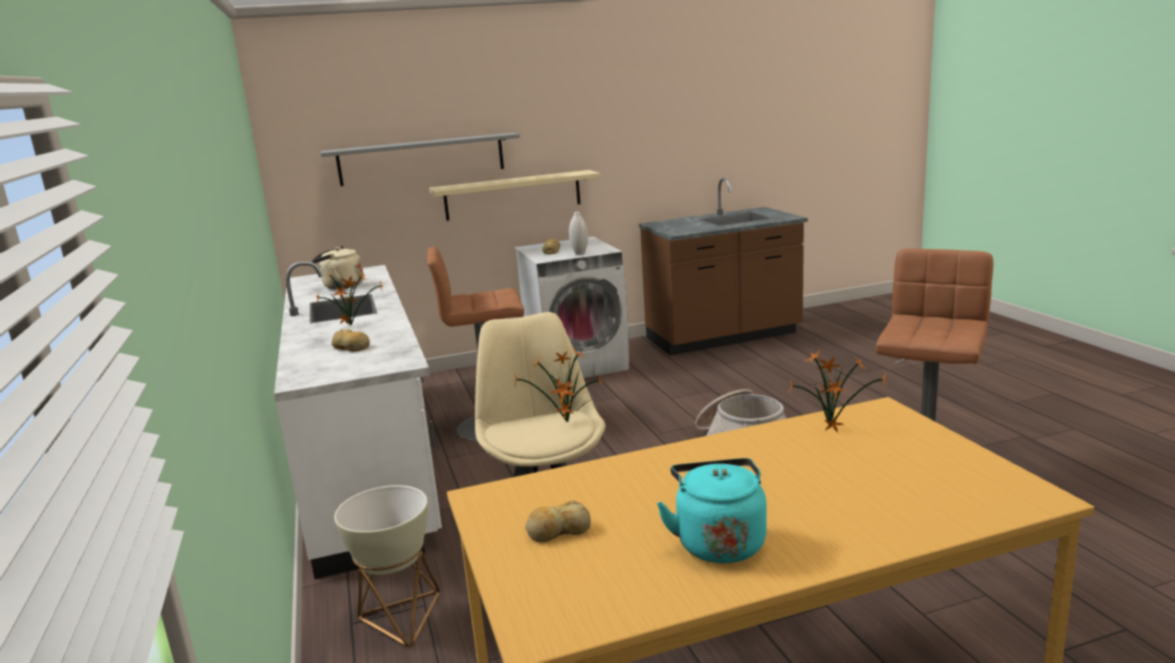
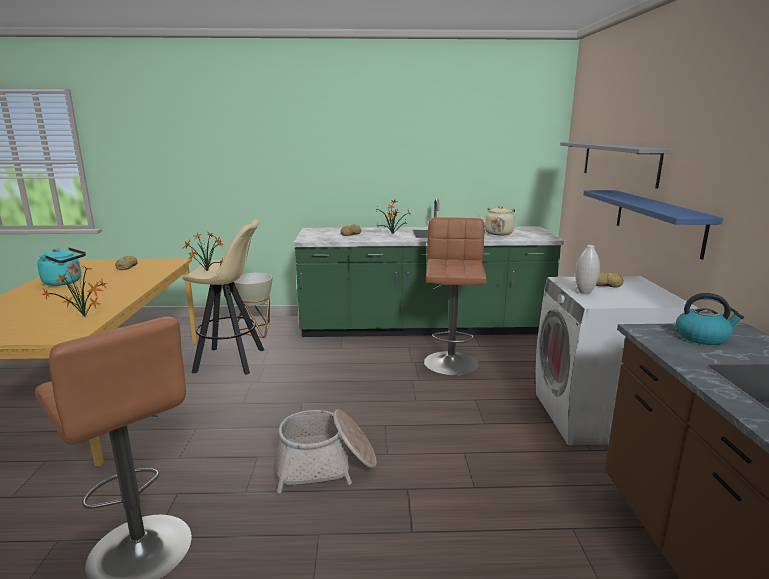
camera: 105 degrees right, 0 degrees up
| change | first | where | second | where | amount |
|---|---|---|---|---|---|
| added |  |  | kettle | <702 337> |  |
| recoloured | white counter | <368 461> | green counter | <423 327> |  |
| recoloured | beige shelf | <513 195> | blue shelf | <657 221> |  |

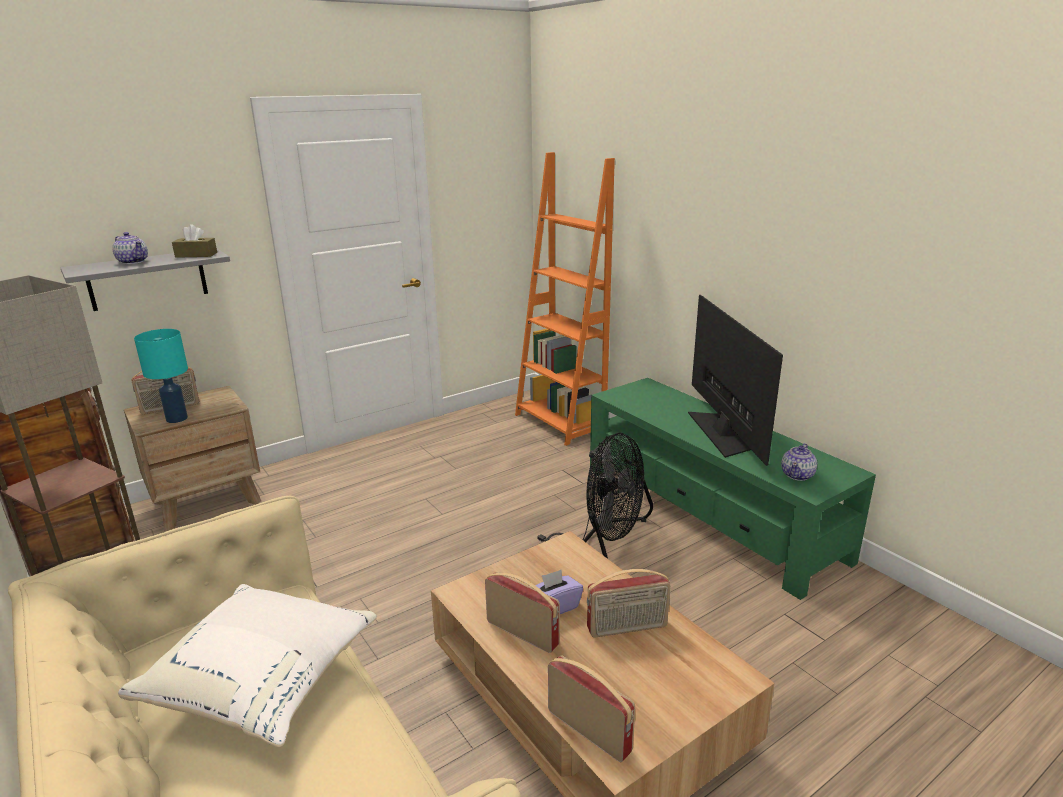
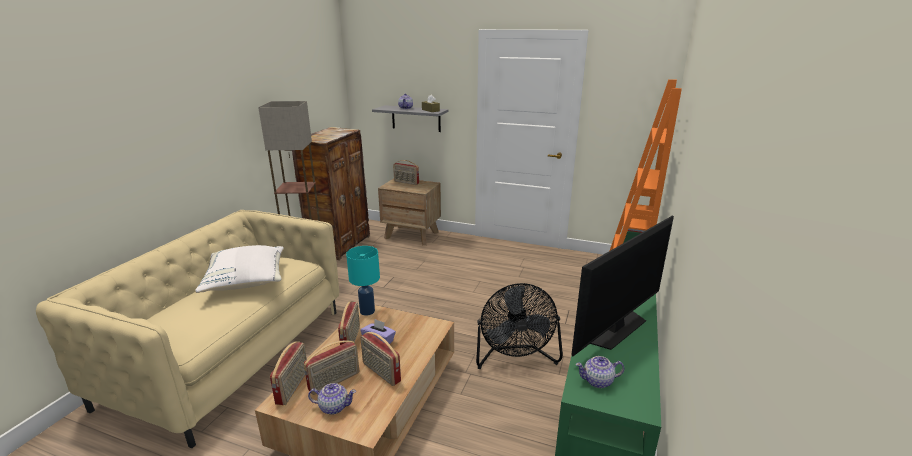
camera: 55 degrees right, 0 degrees up
| change | first | where | second | where | amount |
|---|---|---|---|---|---|
| added |  |  | radio | <334 381> |  |
| added |  |  | teapot | <333 407> |  |
| moved | turquoise table lamp | <176 419> |  | <366 311> |  |

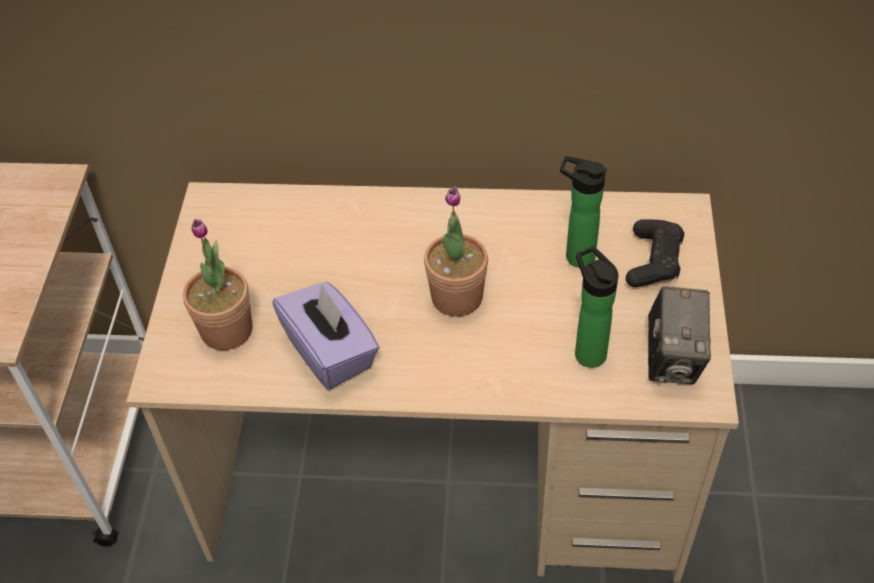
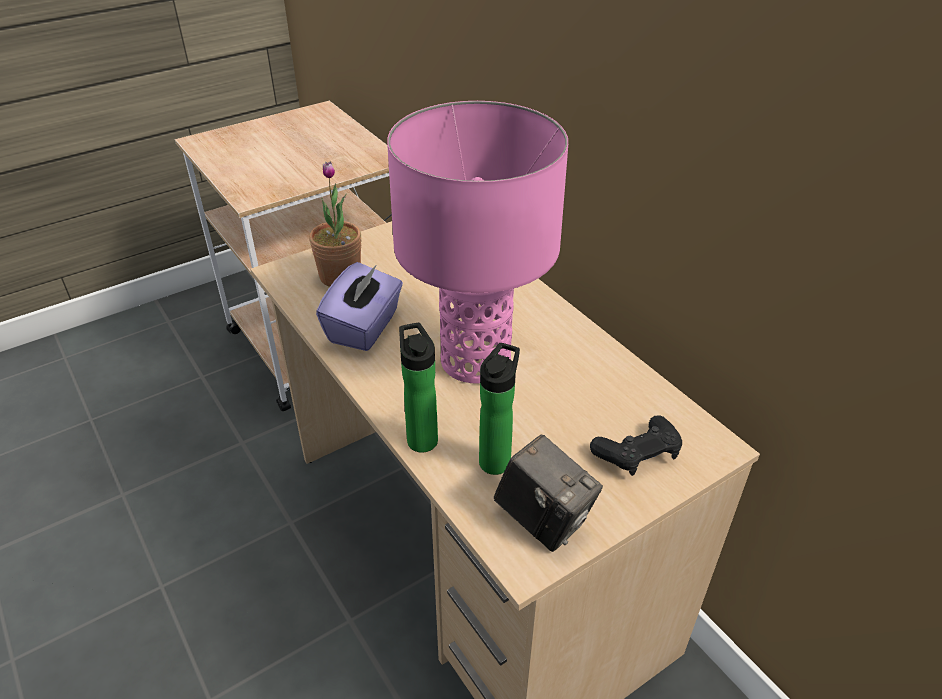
camera: 50 degrees right, 10 degrees down
| change | first | where | second | where | amount |
|---|---|---|---|---|---|
| moved | bottle | <575 256> |  | <421 437> |  |
| replaced | potted plant | <457 297> | pink table lamp | <475 361> |  |
| turned | photo camera | <673 359> |  | <543 519> | 105 degrees counterclockwise |

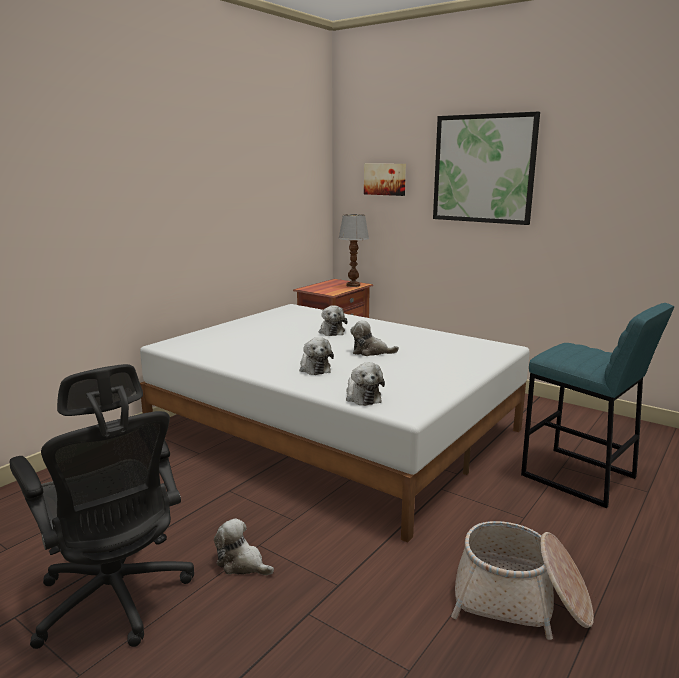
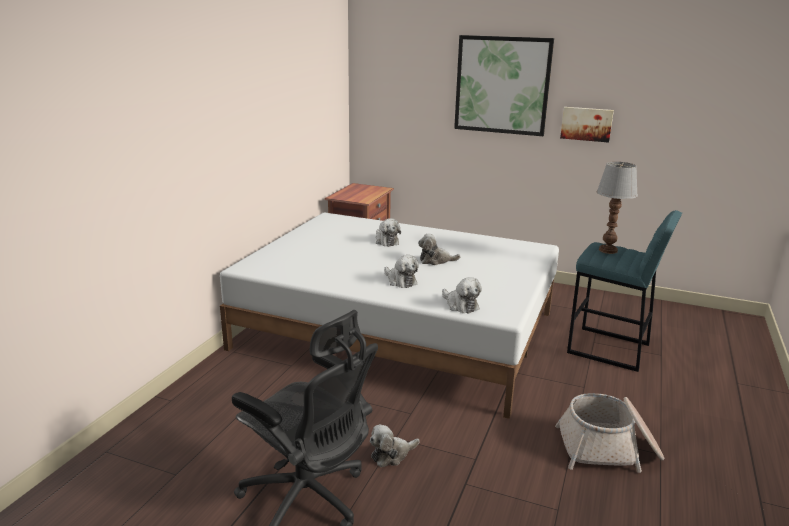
camera: 15 degrees left, 5 degrees up
| change | first | where | second | where | amount |
|---|---|---|---|---|---|
| moved | table lamp | <353 285> |  | <607 250> |  |
| moved | picture | <385 179> |  | <586 124> |  |
| turned | plush toy | <242 564> |  | <391 455> | 45 degrees counterclockwise |

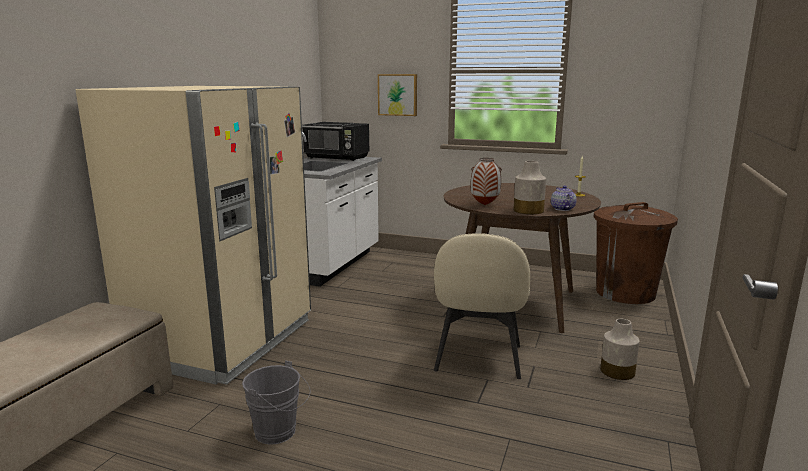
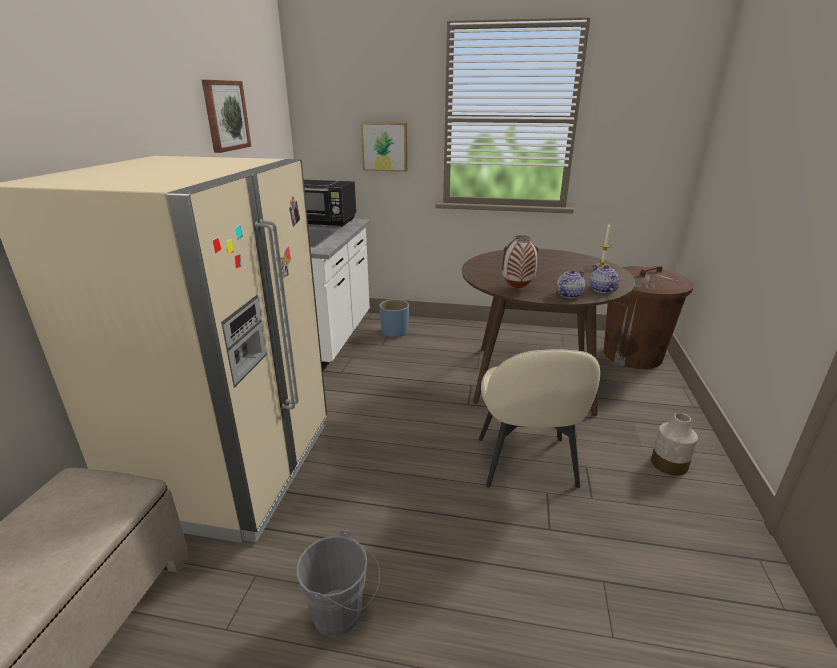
camera: 10 degrees left, 10 degrees up
| change | first | where | second | where | amount |
|---|---|---|---|---|---|
| added |  |  | picture | <225 115> |  |
| added |  |  | blue planter | <395 332> |  |
| replaced | beige vase | <528 210> | teapot | <568 295> |  |

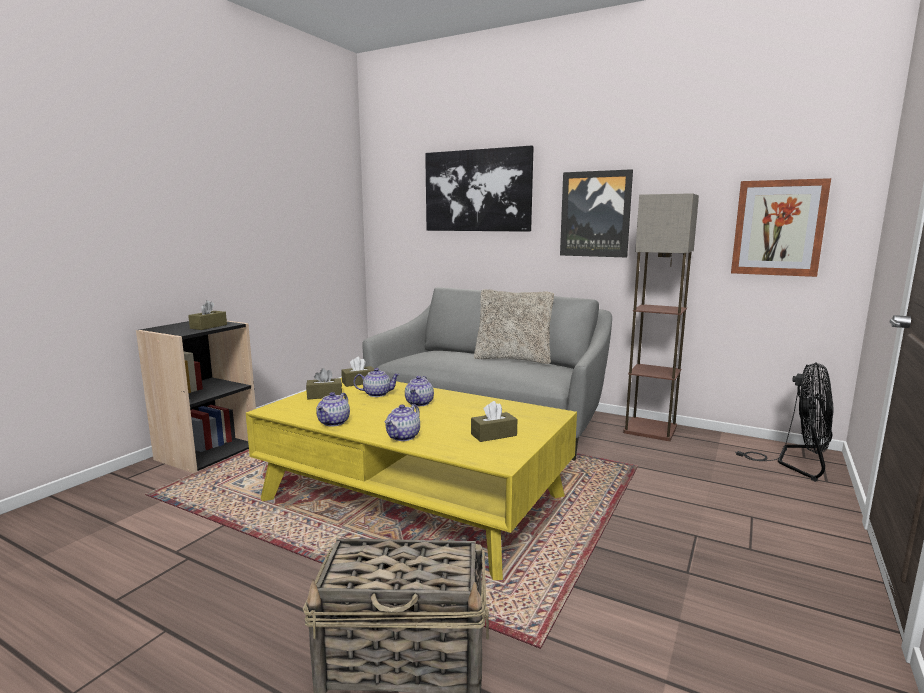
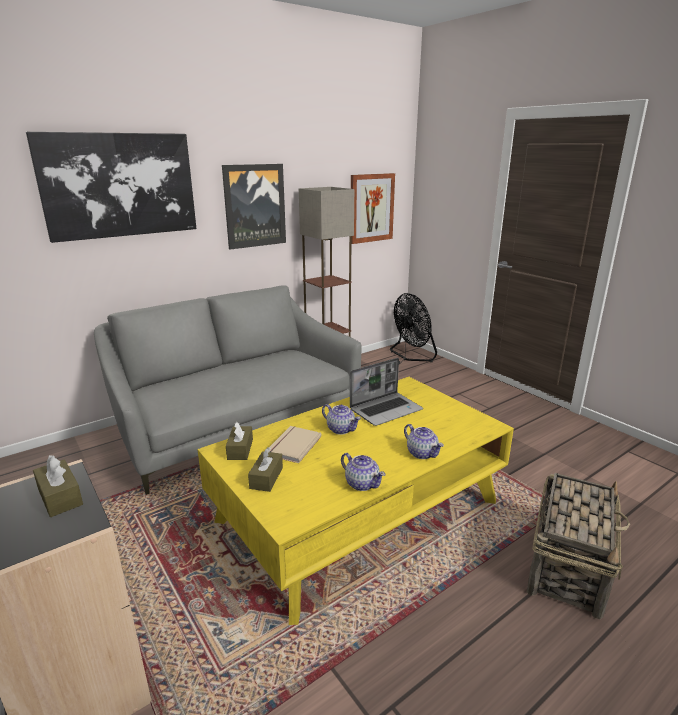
camera: 65 degrees left, 10 degrees up
| change | first | where | second | where | amount |
|---|---|---|---|---|---|
| removed | brown tissue box | <494 435> |  |  |  |
| removed | beige pillow | <513 358> |  |  |  |
| added |  |  | laptop | <386 409> |  |
| replaced | teapot | <377 394> | beige book | <292 445> |  |

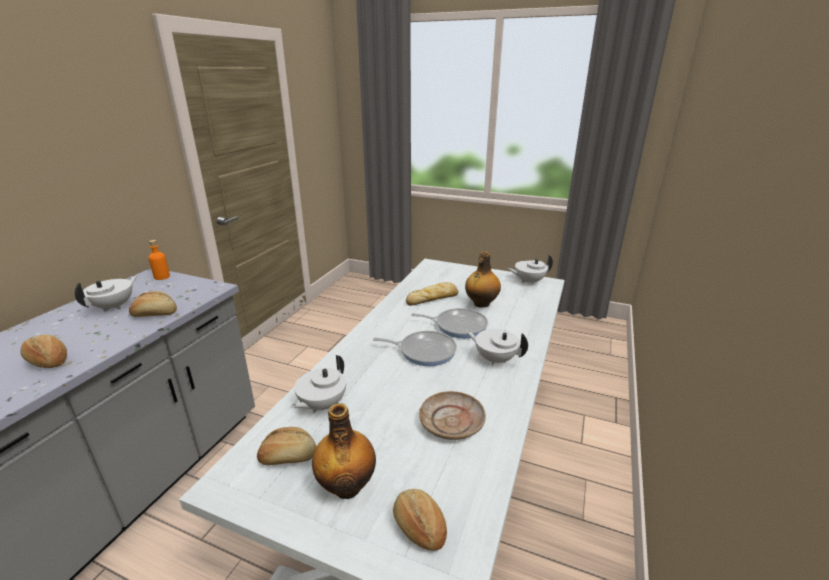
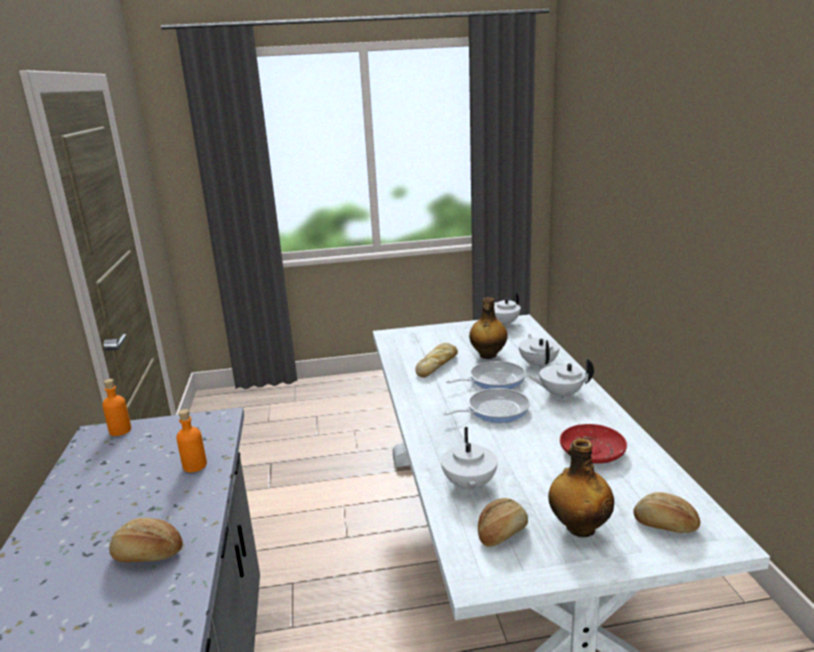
camera: 30 degrees left, 5 degrees down
| change | first | where | second | where | amount |
|---|---|---|---|---|---|
| moved | white teapot | <114 307> |  | <538 364> |  |
| replaced | bread | <155 314> | orange bottle | <194 465> |  |
| recoloured | beige plate | <452 422> | red plate | <592 451> |  |

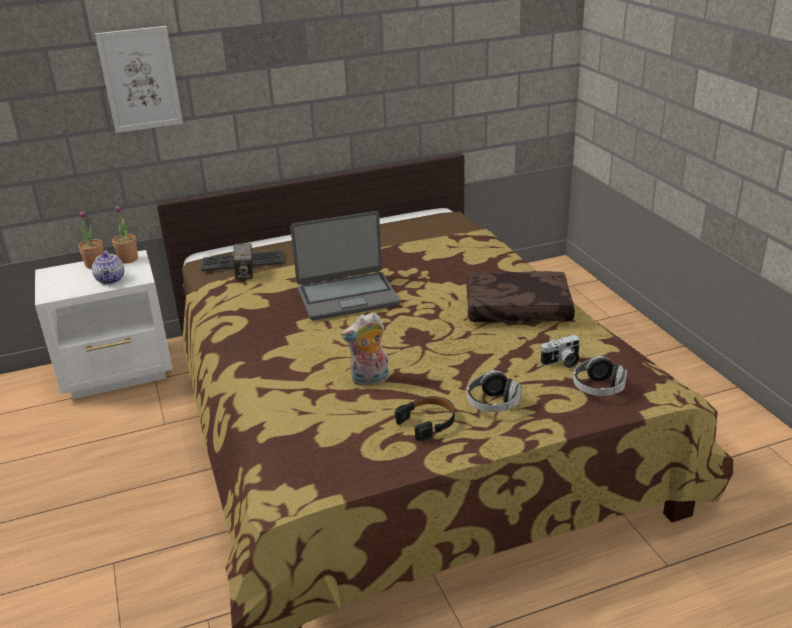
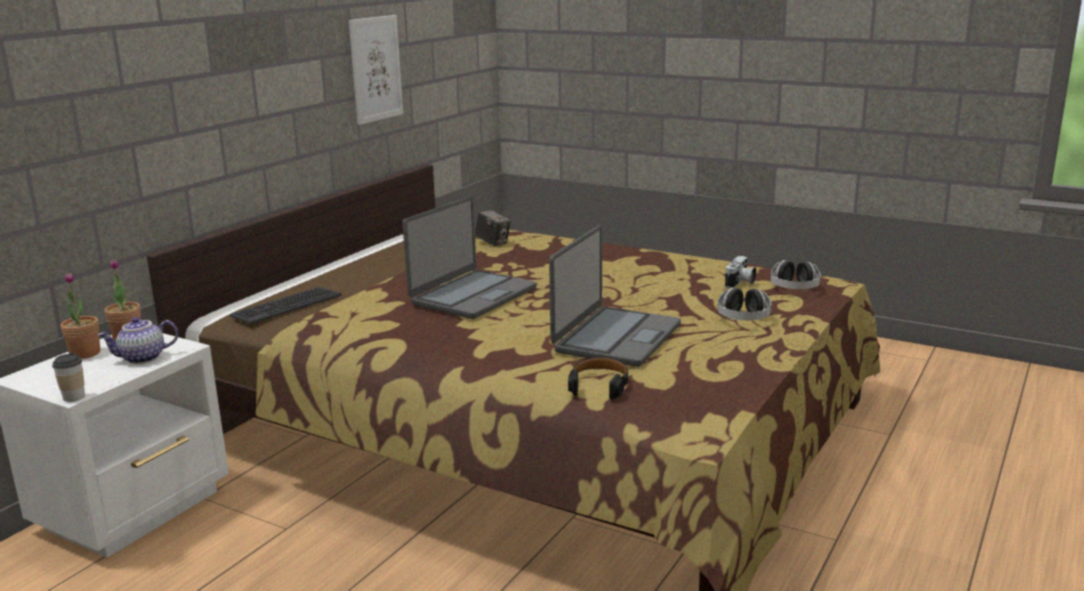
camera: 40 degrees left, 10 degrees down
| change | first | where | second | where | amount |
|---|---|---|---|---|---|
| removed | brown pillow | <517 310> |  |  |  |
| added |  |  | cup | <74 397> |  |
| moved | picture | <140 79> |  | <376 69> |  |
| moved | photo camera | <245 274> |  | <493 243> |  |
| moved | black headphones | <428 422> |  | <599 385> |  |
| replaced | plush toy | <369 380> | laptop | <616 338> |  |
| turned | teapot | <111 279> |  | <142 358> | 120 degrees clockwise |

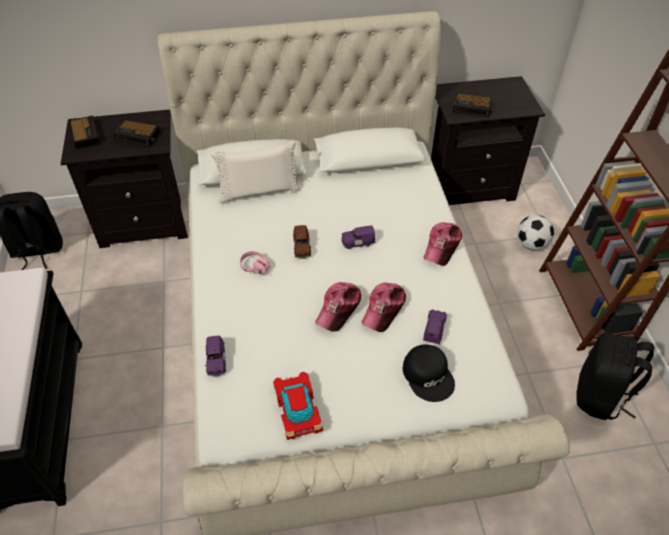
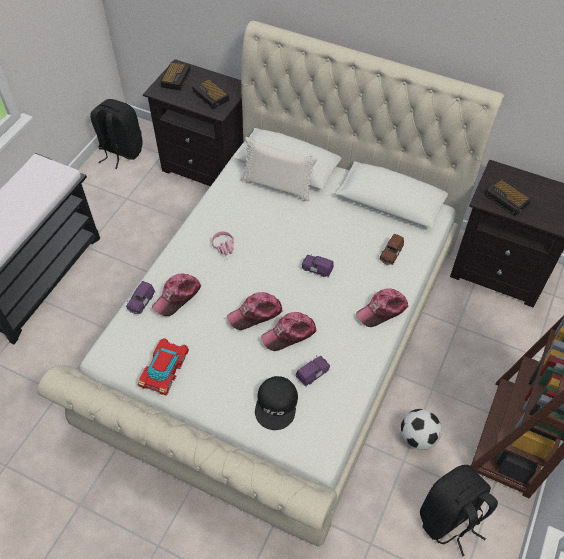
camera: 35 degrees right, 5 degrees up
| change | first | where | second | where | amount |
|---|---|---|---|---|---|
| added |  |  | cap | <177 297> |  |
| moved | brown toy car | <302 248> |  | <390 254> |  |
| moved | football | <531 244> |  | <418 437> |  |

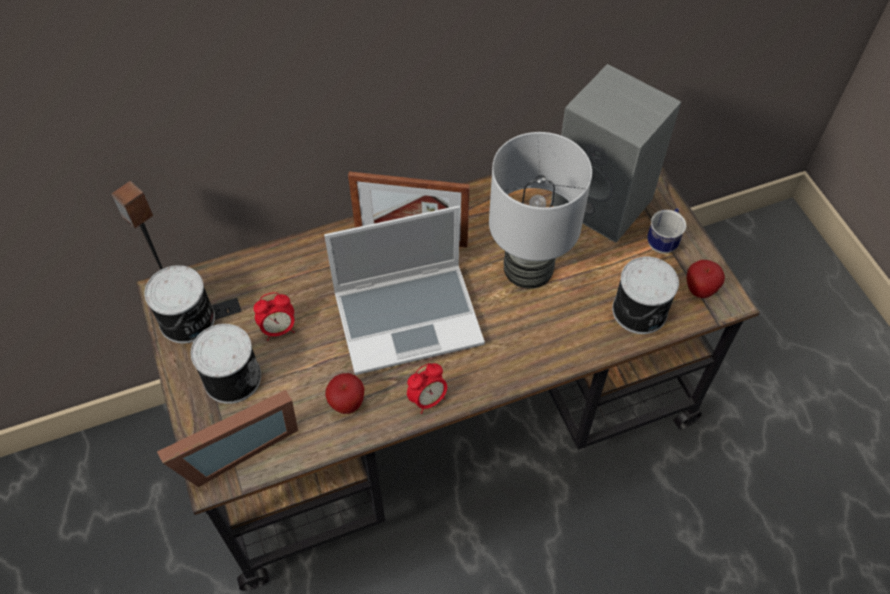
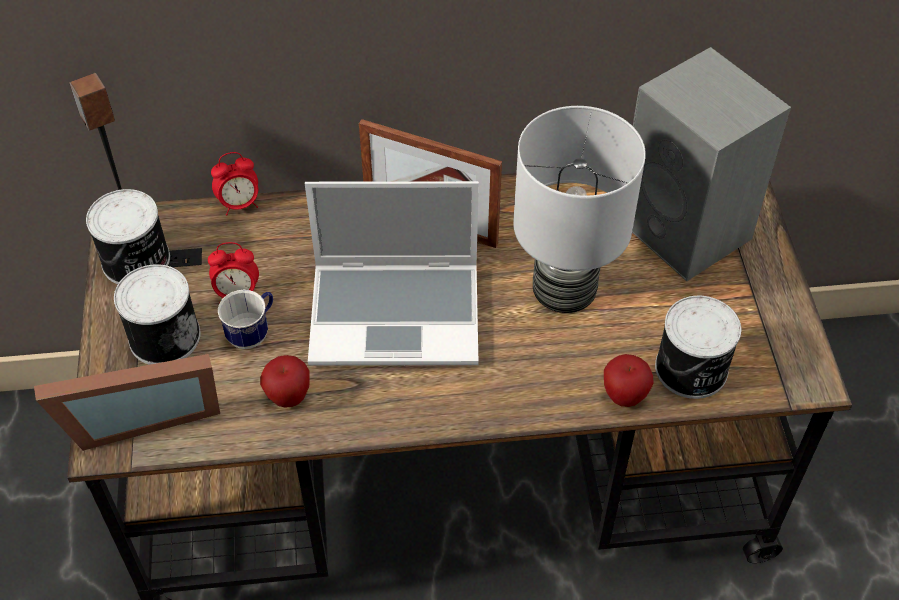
camera: 15 degrees right, 5 degrees down
| change | first | where | second | where | amount |
|---|---|---|---|---|---|
| moved | alarm clock | <428 399> |  | <239 204> |  |
| moved | mug | <663 241> |  | <253 333> |  |
| moved | apple | <699 290> |  | <624 396> |  |

